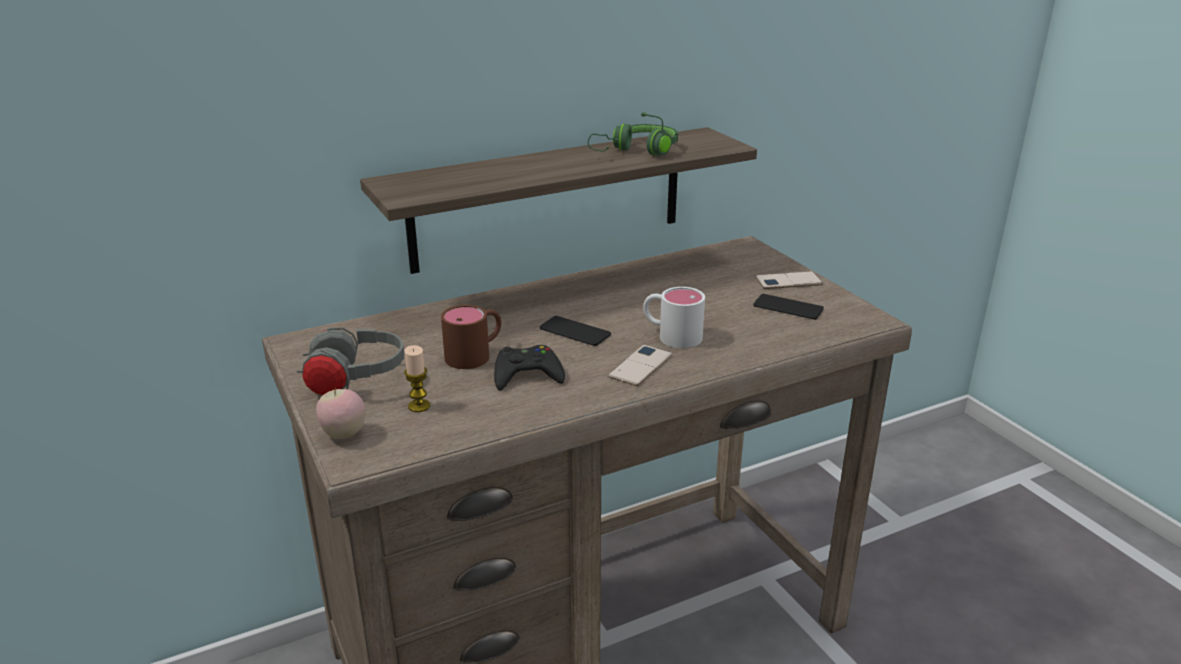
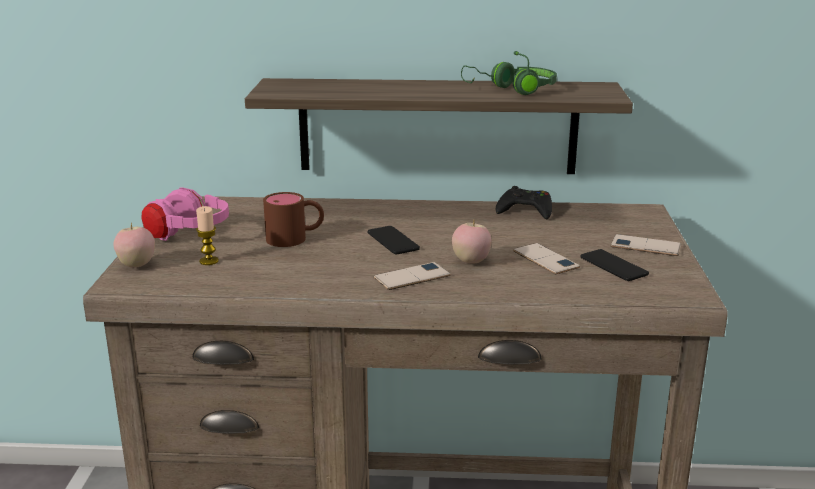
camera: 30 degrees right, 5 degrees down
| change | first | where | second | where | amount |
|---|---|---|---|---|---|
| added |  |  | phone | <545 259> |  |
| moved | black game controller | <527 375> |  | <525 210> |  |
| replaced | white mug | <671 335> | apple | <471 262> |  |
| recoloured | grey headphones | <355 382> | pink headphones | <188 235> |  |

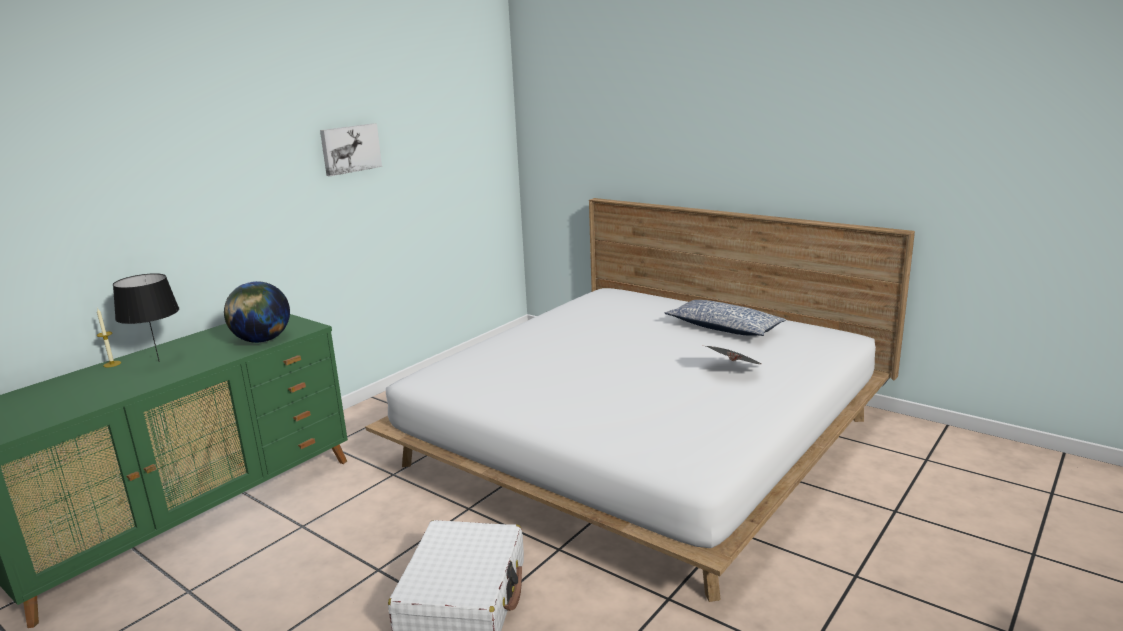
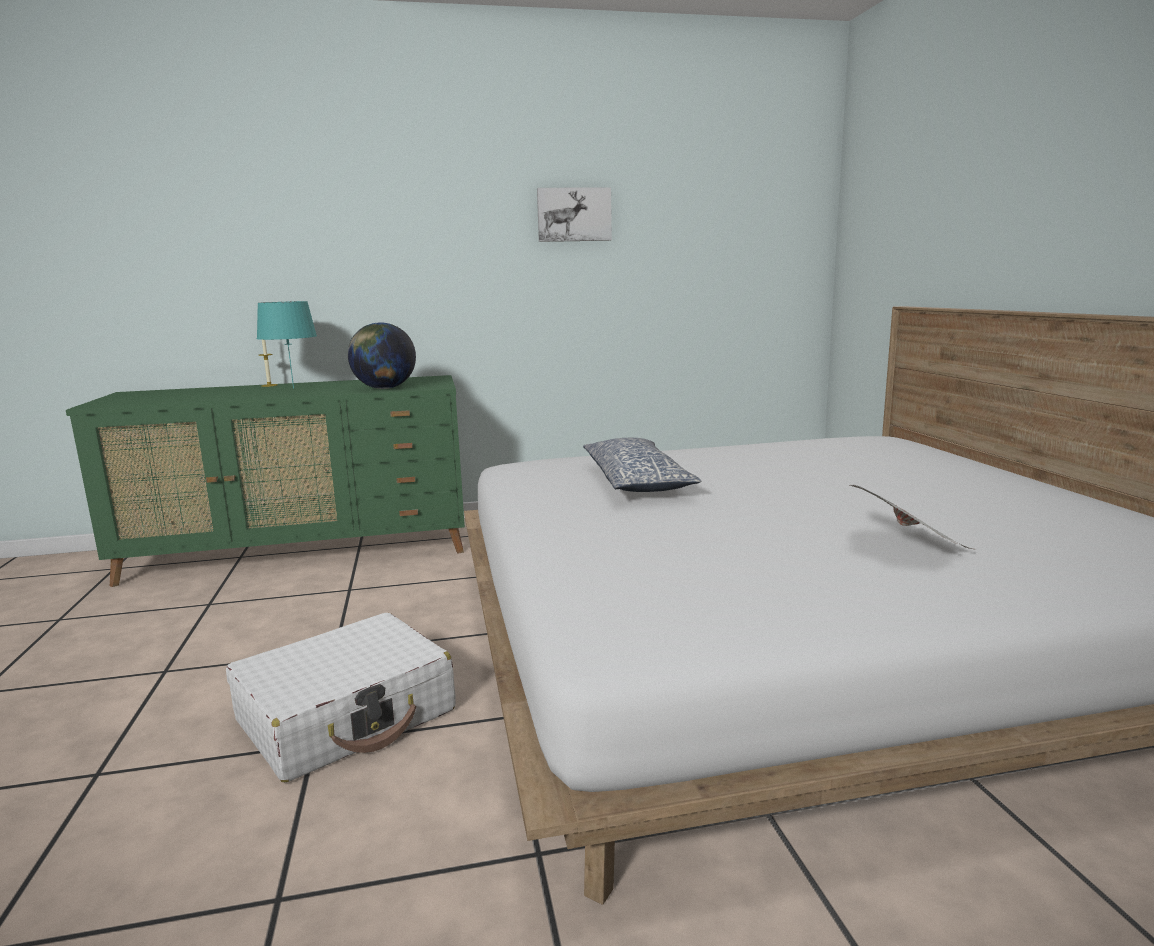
camera: 40 degrees right, 5 degrees down
| change | first | where | second | where | amount |
|---|---|---|---|---|---|
| moved | pillow | <724 328> |  | <636 481> |  |
| recoloured | black table lamp | <158 361> | turquoise table lamp | <293 388> |  |

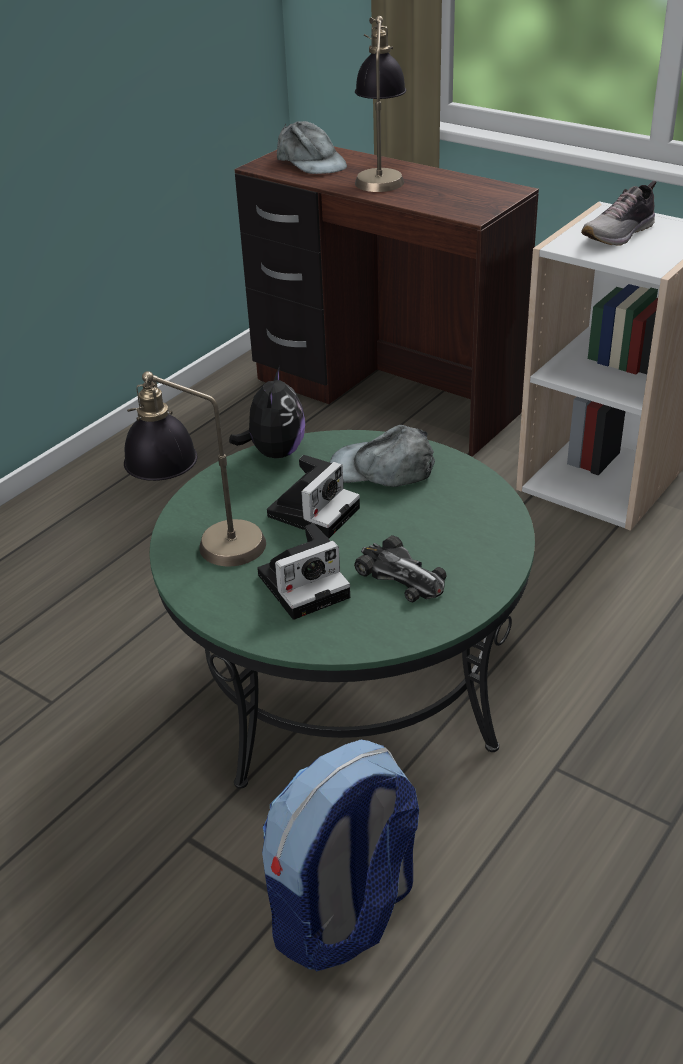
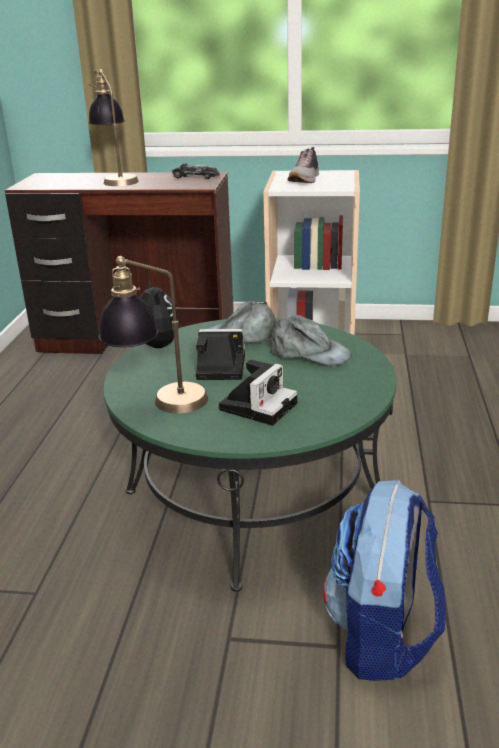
camera: 30 degrees left, 10 degrees down
| change | first | where | second | where | amount |
|---|---|---|---|---|---|
| moved | grey cap | <310 162> |  | <309 353> |  |
| moved | toy car | <400 575> |  | <195 176> |  |
| turned | photo camera | <314 510> |  | <218 367> | 90 degrees counterclockwise |

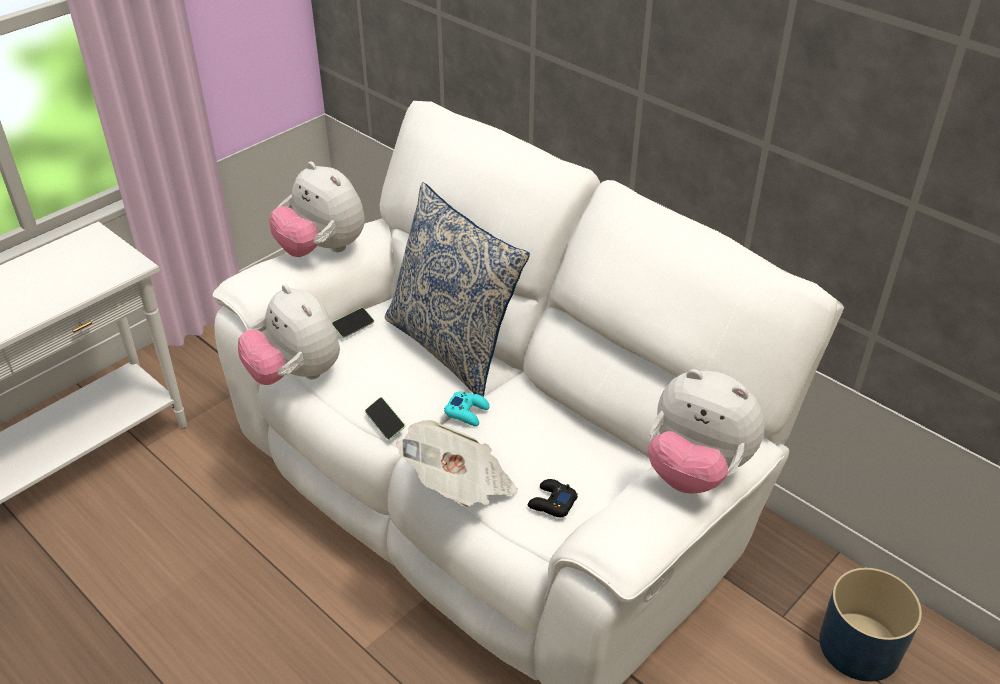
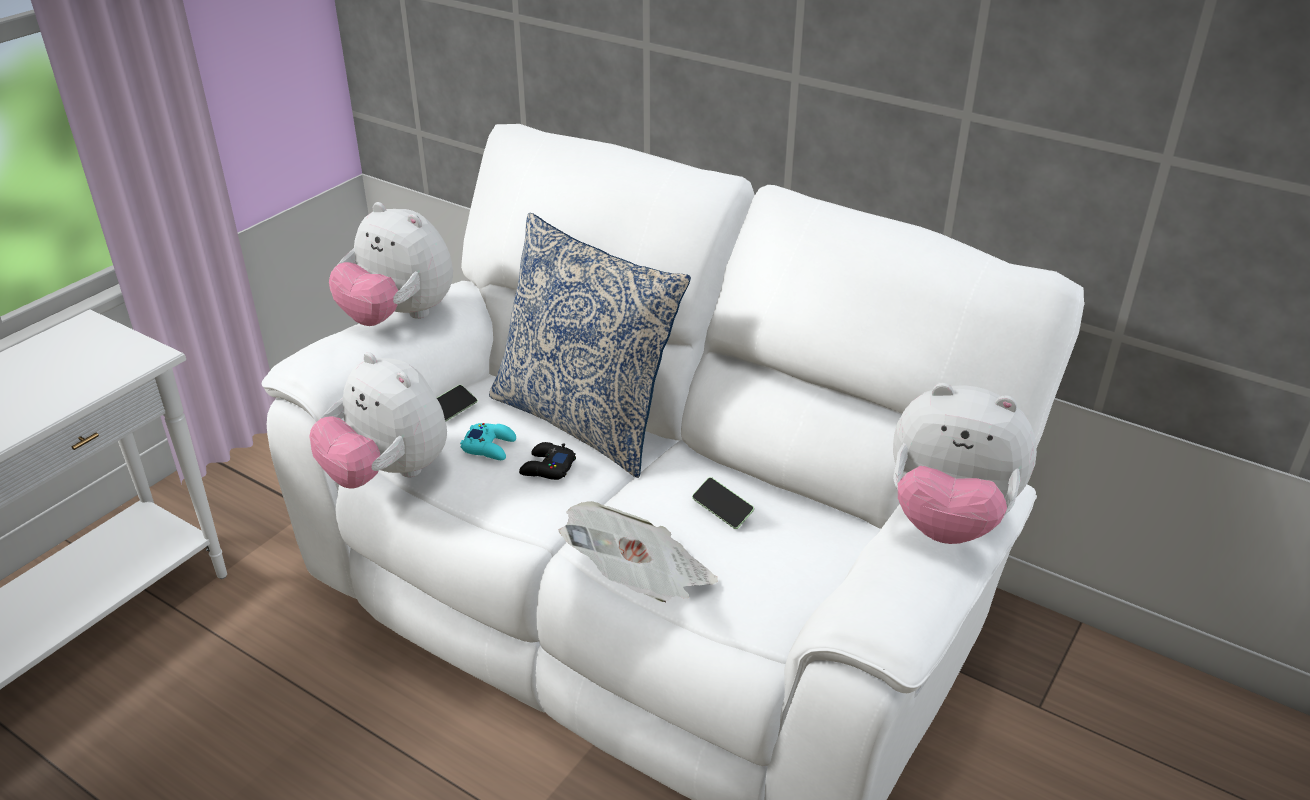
camera: 10 degrees left, 5 degrees down
| change | first | where | second | where | amount |
|---|---|---|---|---|---|
| removed | blue planter | <859 646> |  |  |  |
| moved | phone | <385 423> |  | <722 509> |  |
| moved | turquoise game controller | <467 412> |  | <489 446> |  |
| moved | black game controller | <551 503> |  | <547 468> |  |

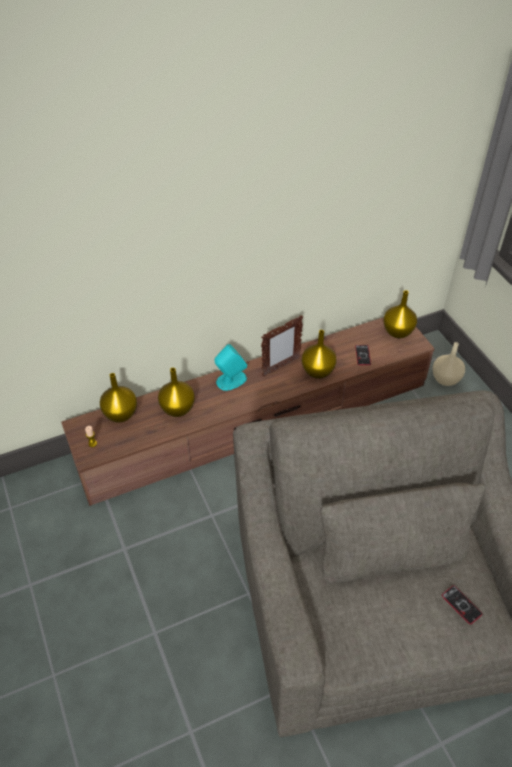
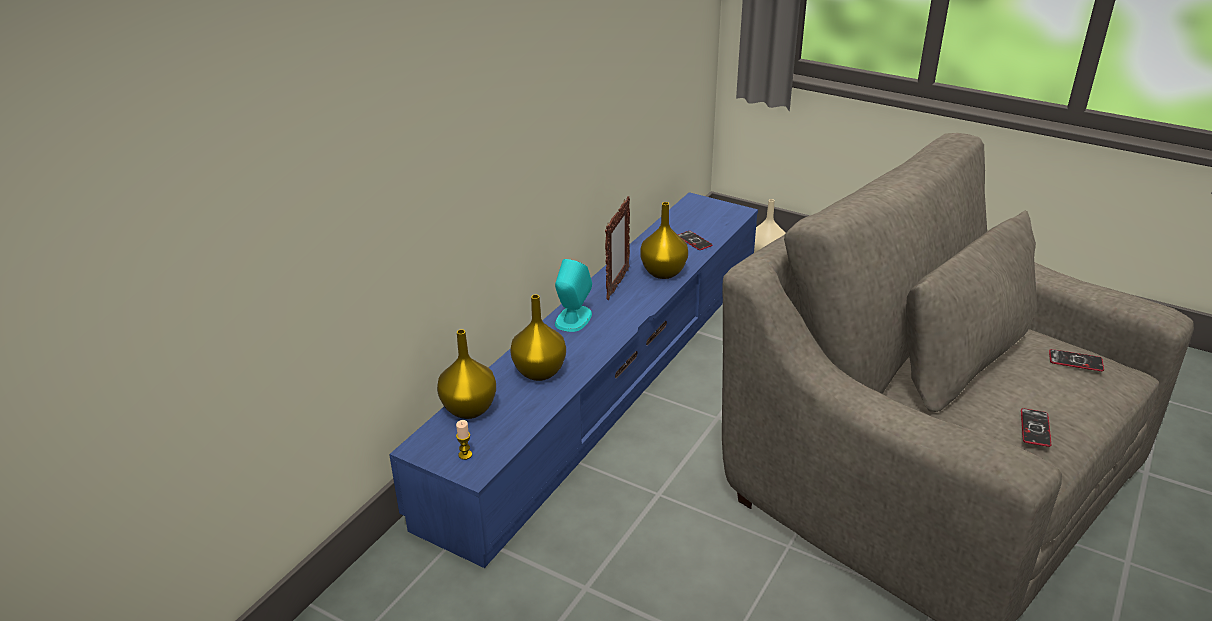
camera: 35 degrees left, 15 degrees down
| change | first | where | second | where | amount |
|---|---|---|---|---|---|
| removed | yellow vase | <397 331> |  |  |  |
| added |  |  | phone | <1035 428> |  |
| recoloured | brown tv stand | <255 420> | blue tv stand | <606 379> |  |

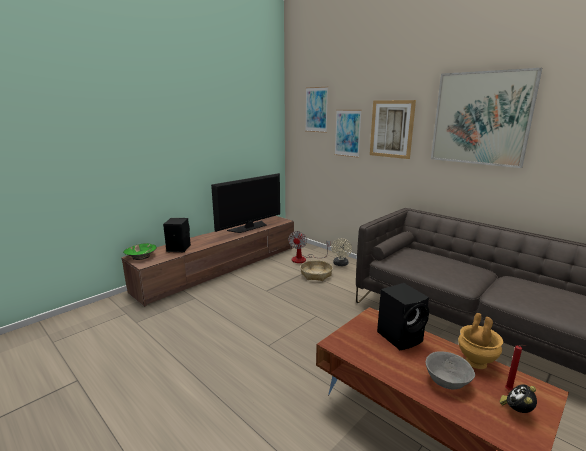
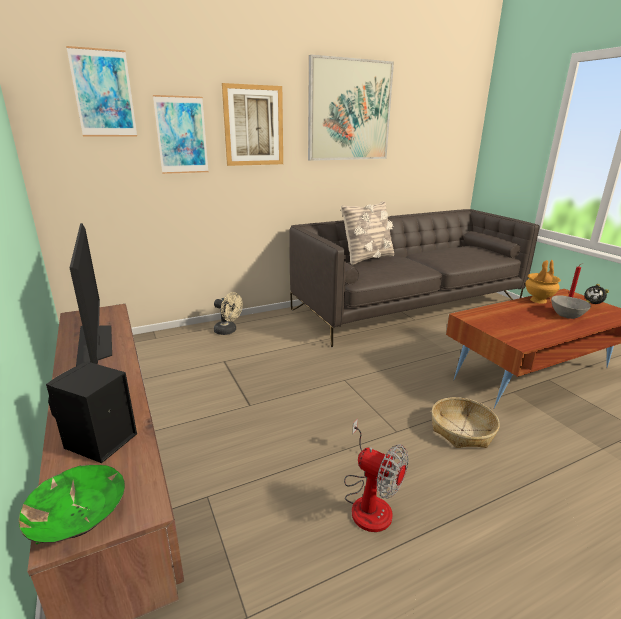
camera: 70 degrees left, 5 degrees up
| change | first | where | second | where | amount |
|---|---|---|---|---|---|
| removed | black speaker | <401 337> |  |  |  |
| added |  |  | beige pillow | <367 259> |  |
| moved | fan | <304 259> |  | <368 501> |  |
| moved | basket | <316 275> |  | <462 430> |  |

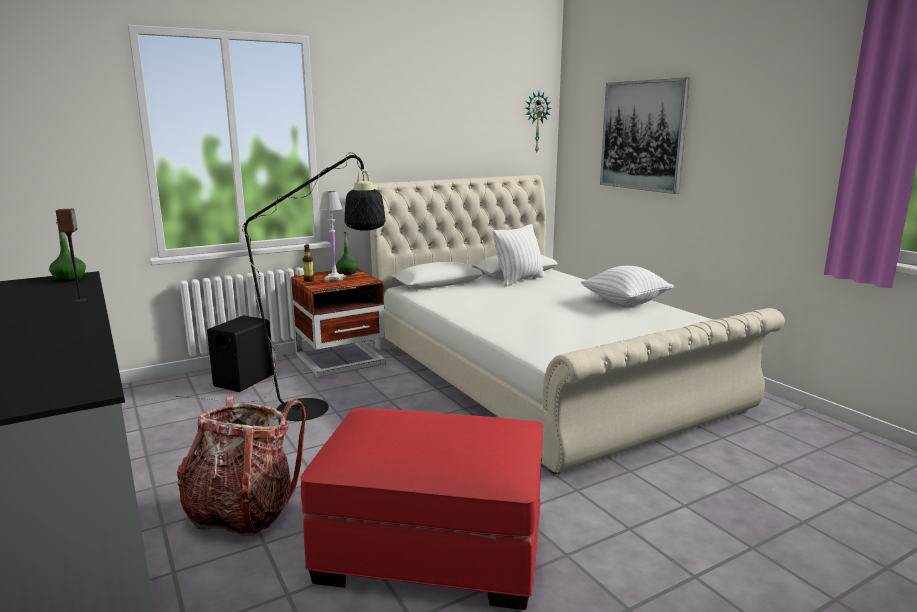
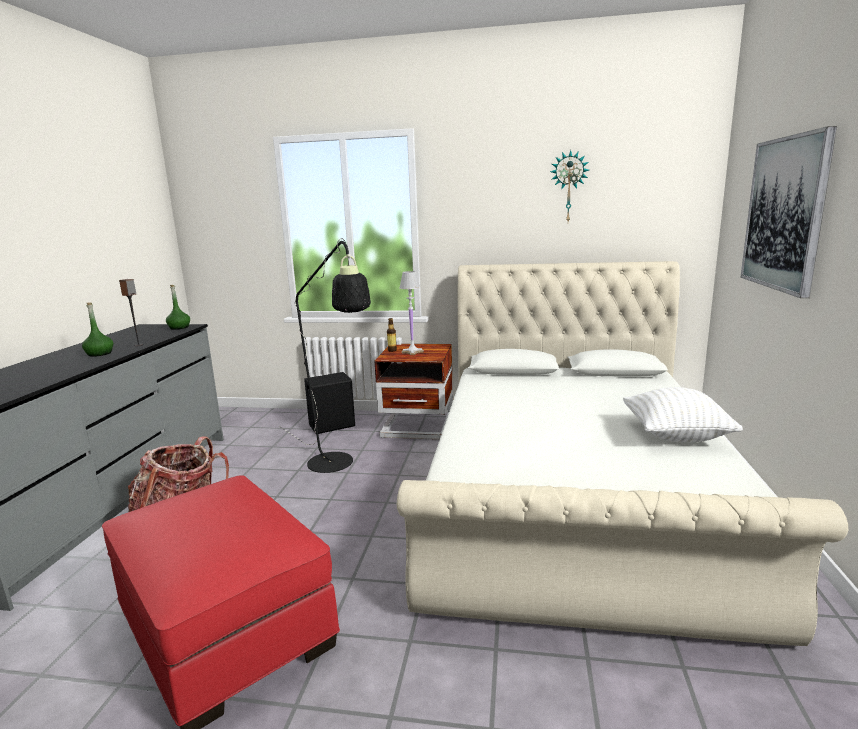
camera: 40 degrees right, 0 degrees up
| change | first | where | second | where | amount |
|---|---|---|---|---|---|
| removed | white pillow | <519 280> |  |  |  |
| moved | green bottle | <347 273> |  | <100 354> |  |
| moved | wall clock | <536 122> |  | <568 187> |  |

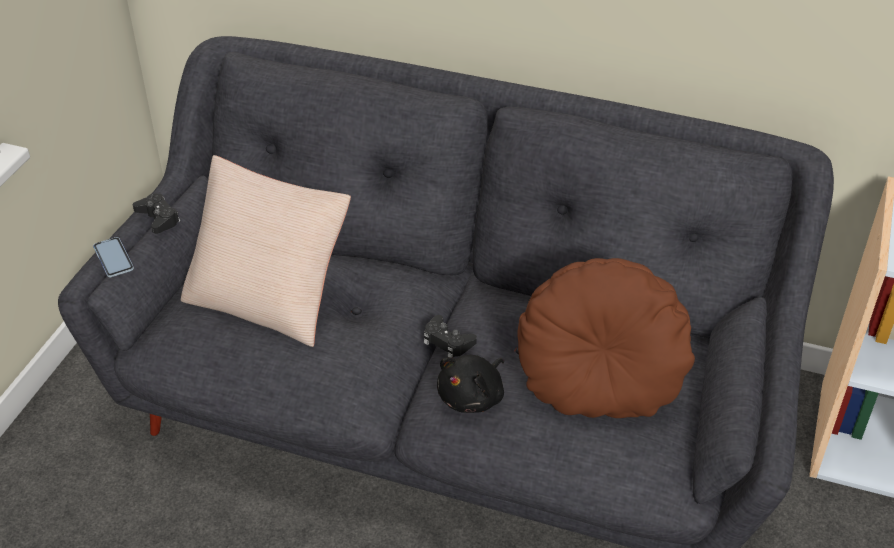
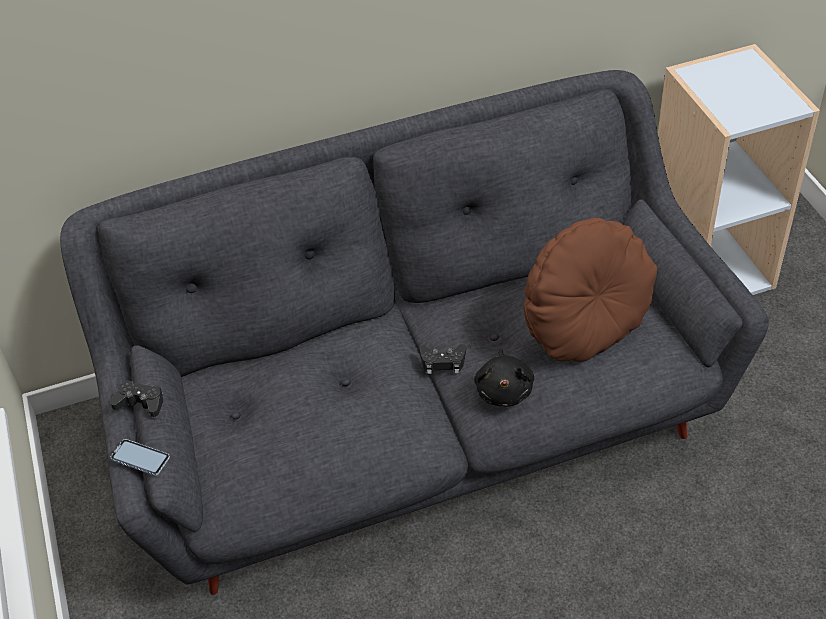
camera: 35 degrees left, 5 degrees up
| change | first | where | second | where | amount |
|---|---|---|---|---|---|
| removed | beige pillow | <269 296> |  |  |  |

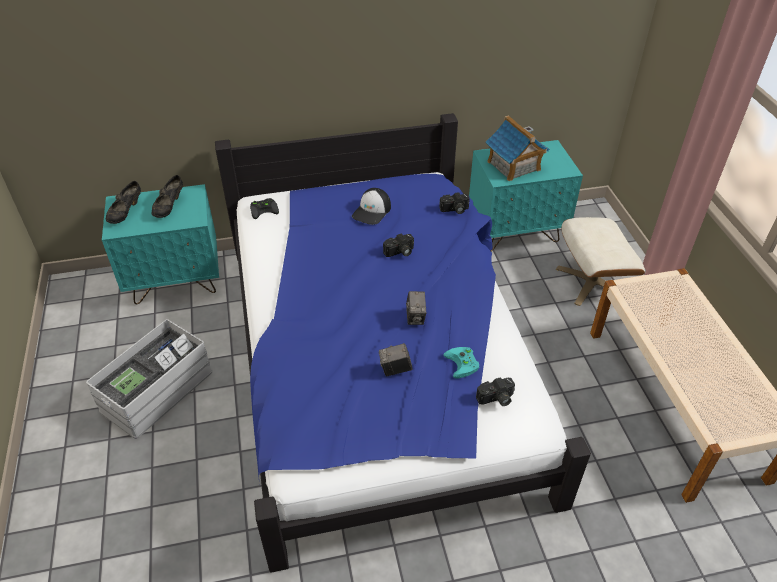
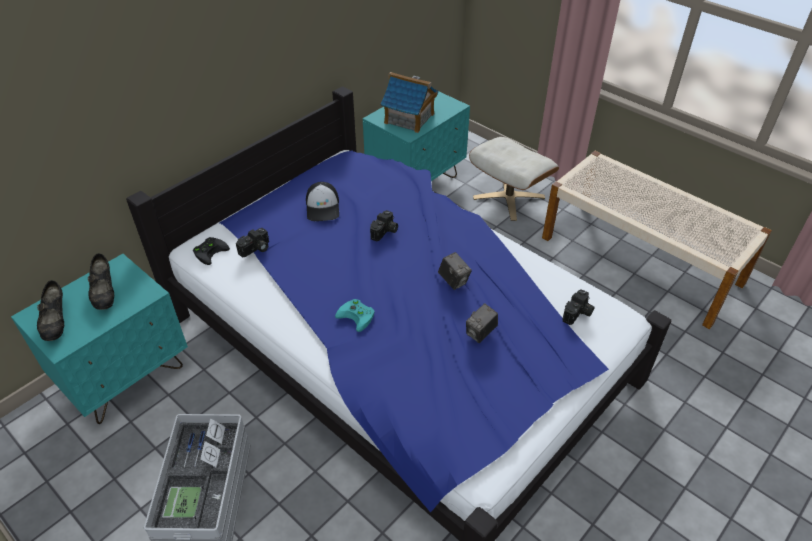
camera: 35 degrees left, 0 degrees up
| change | first | where | second | where | amount |
|---|---|---|---|---|---|
| moved | photo camera | <454 210> |  | <256 249> |  |
| moved | turquoise game controller | <463 364> |  | <358 316> |  |

